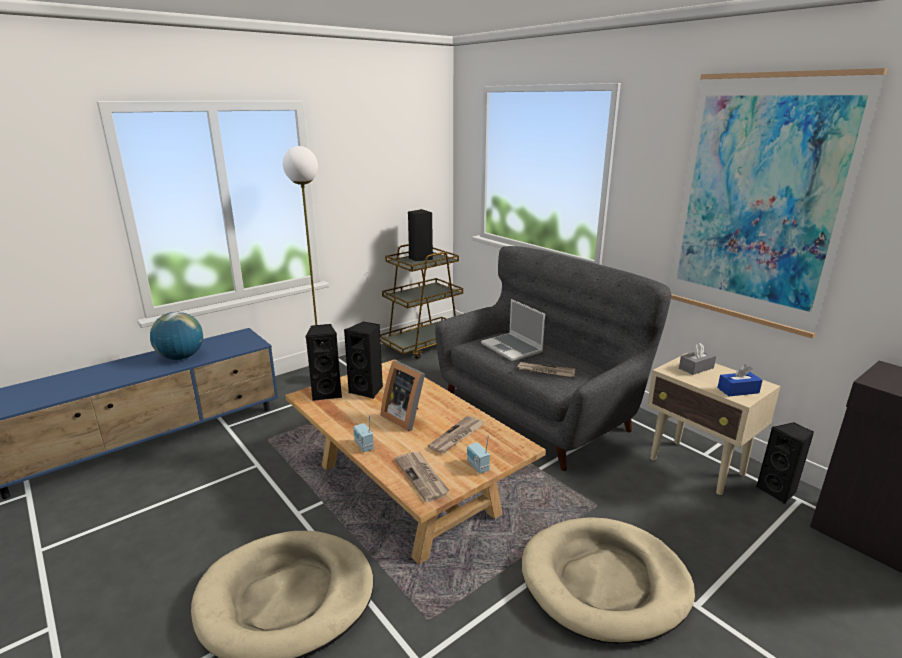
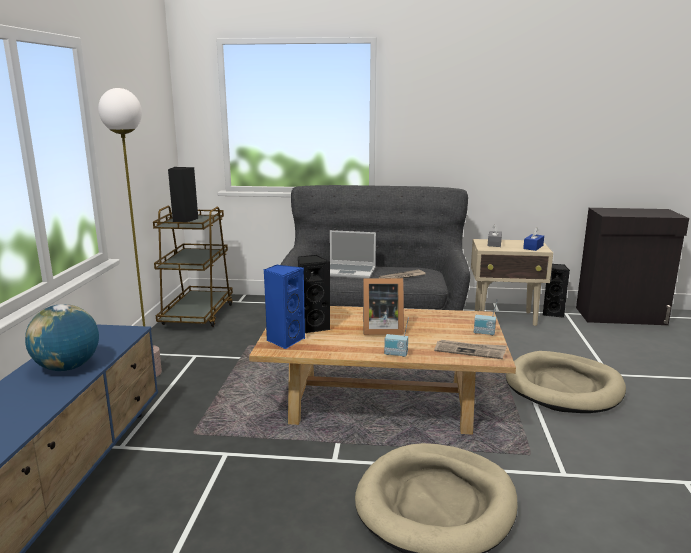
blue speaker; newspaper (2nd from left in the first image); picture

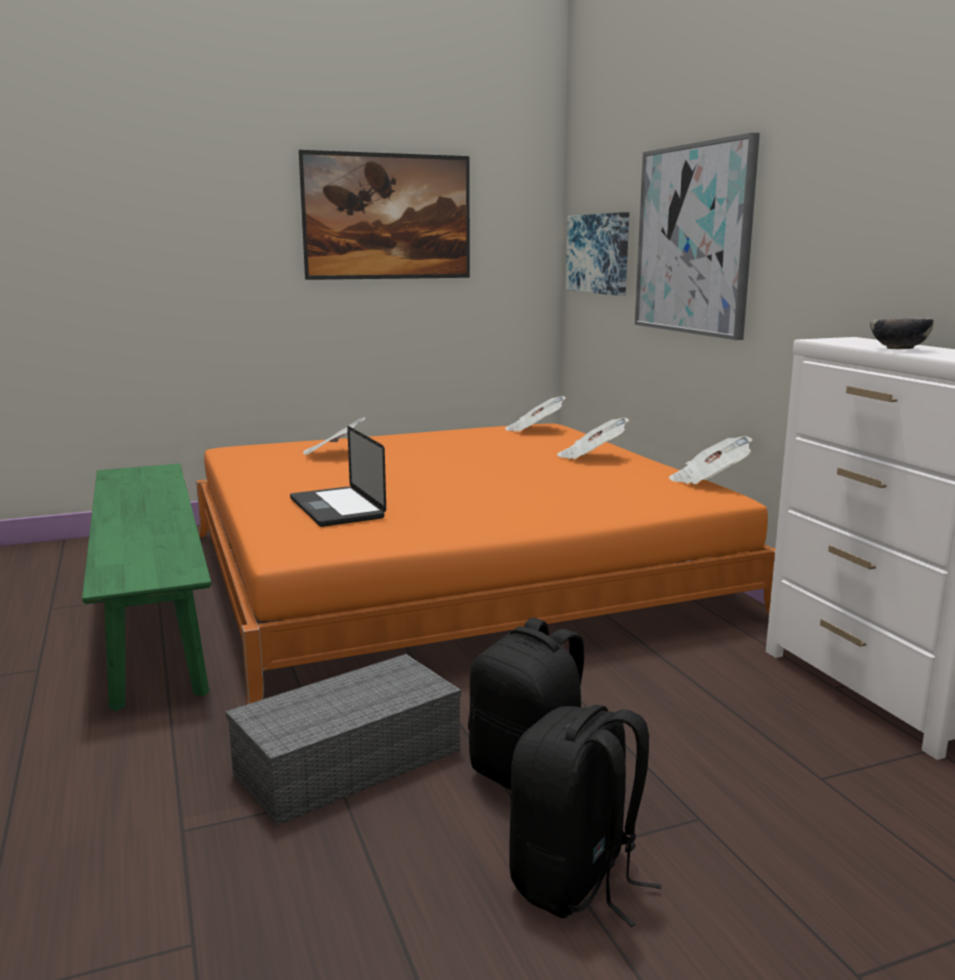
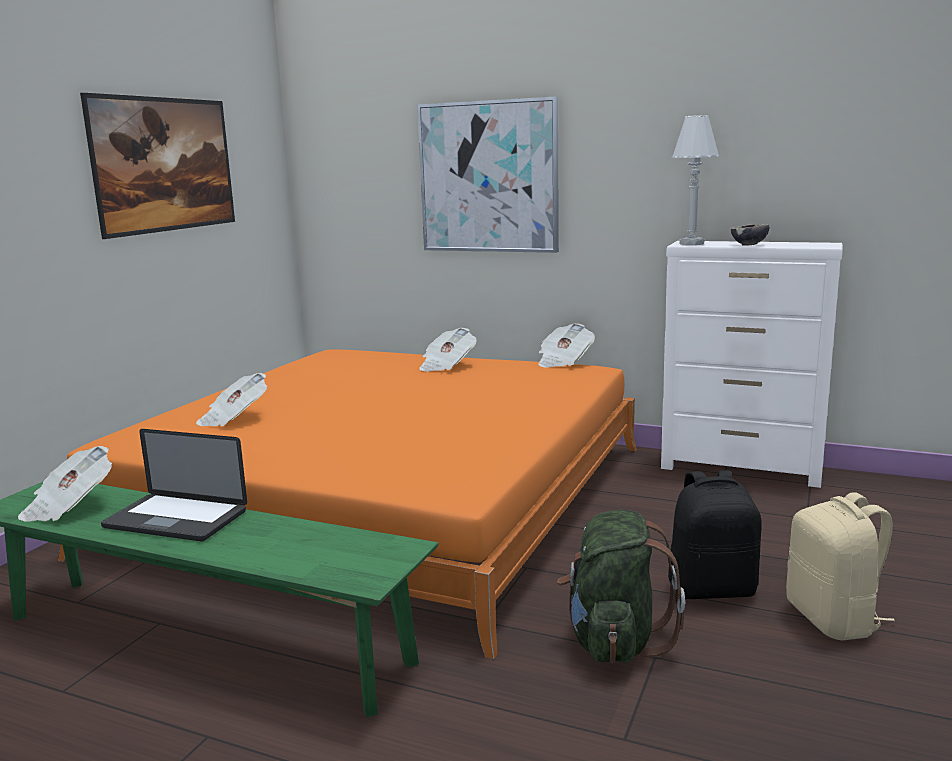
green backpack; laptop; newspaper (1st from left); beige backpack; picture (2nd from left in the first image); white table lamp

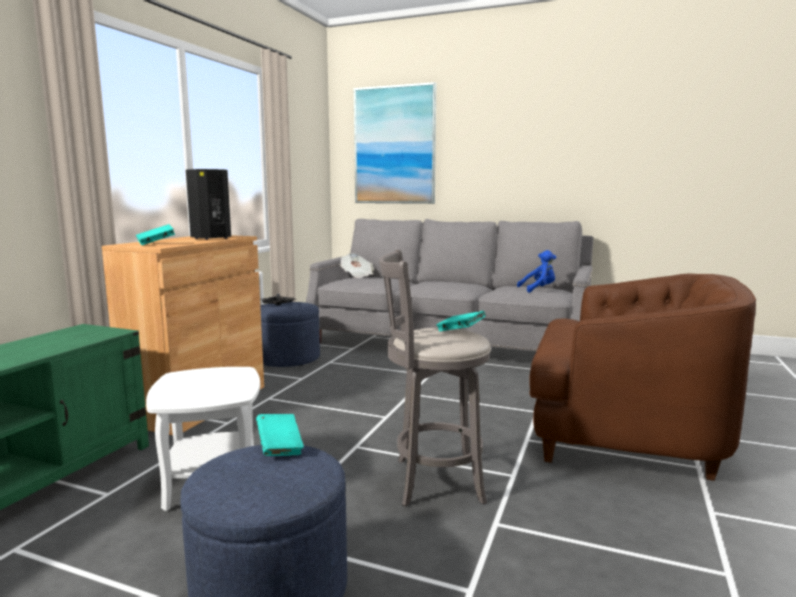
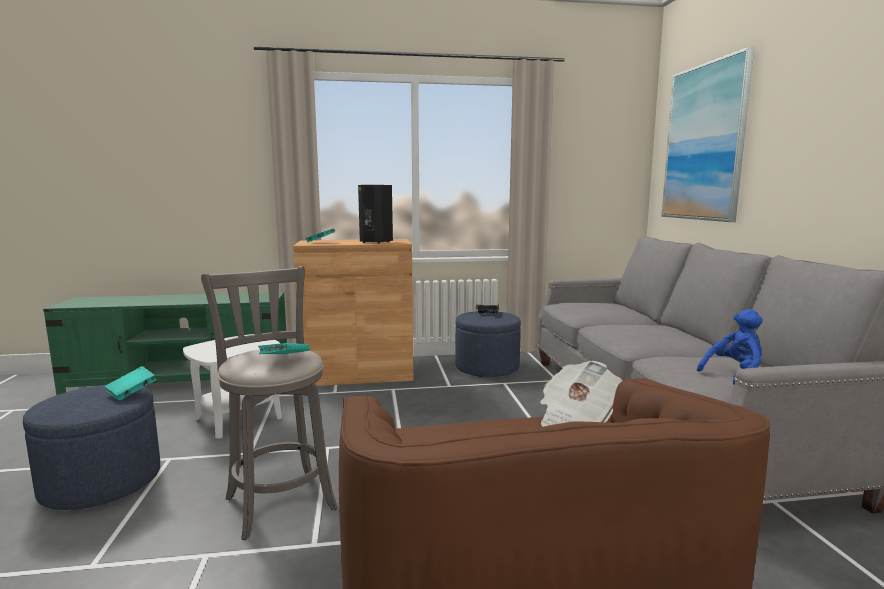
newspaper; blue plush toy

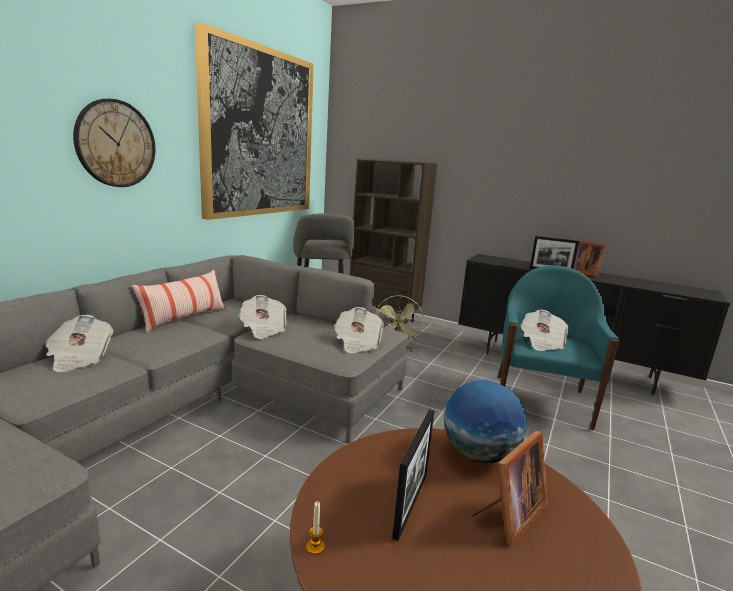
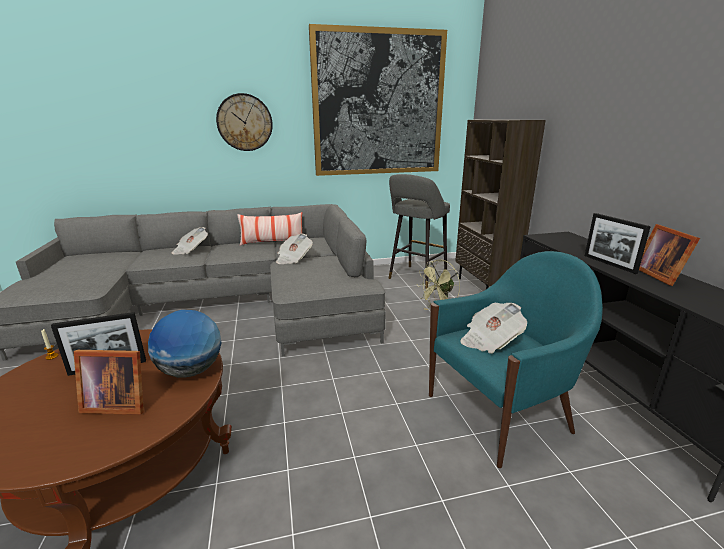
newspaper (3rd from left in the first image)

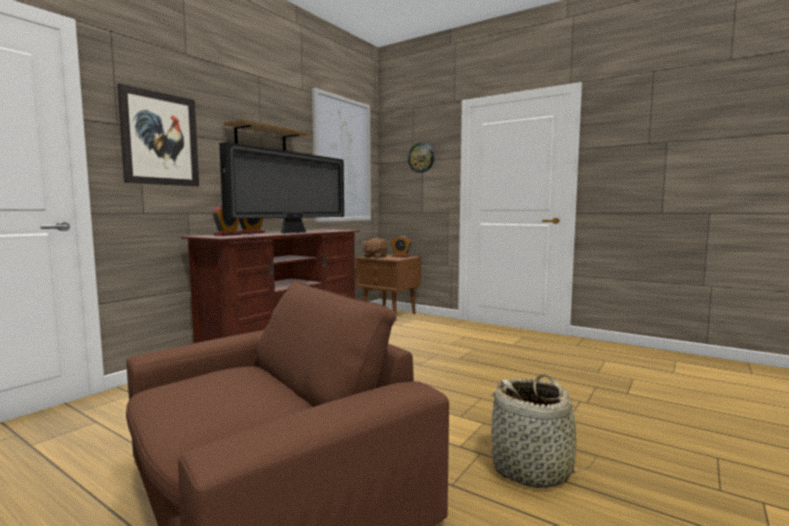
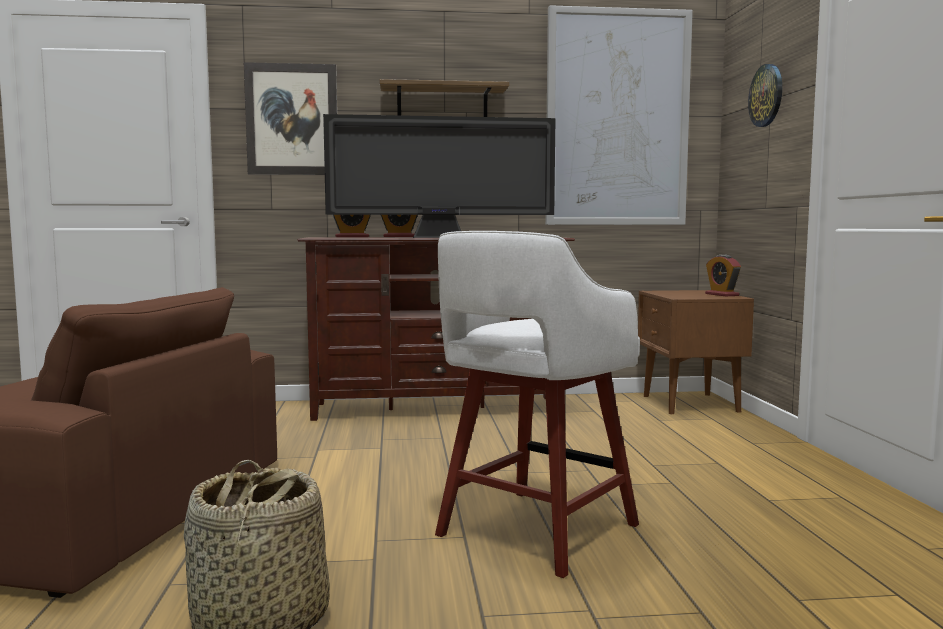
brown plush toy; white stool

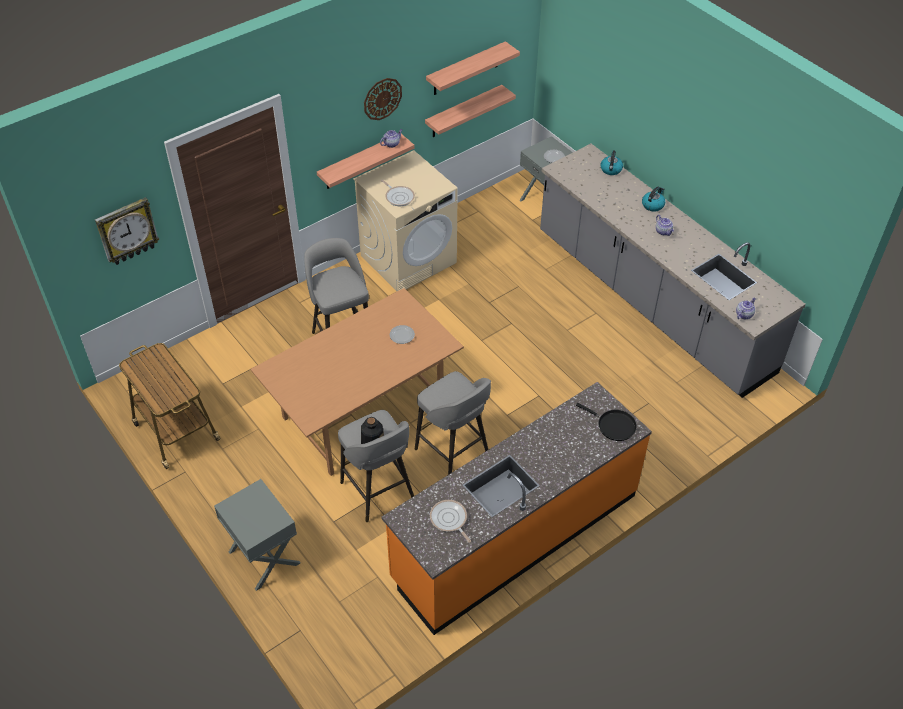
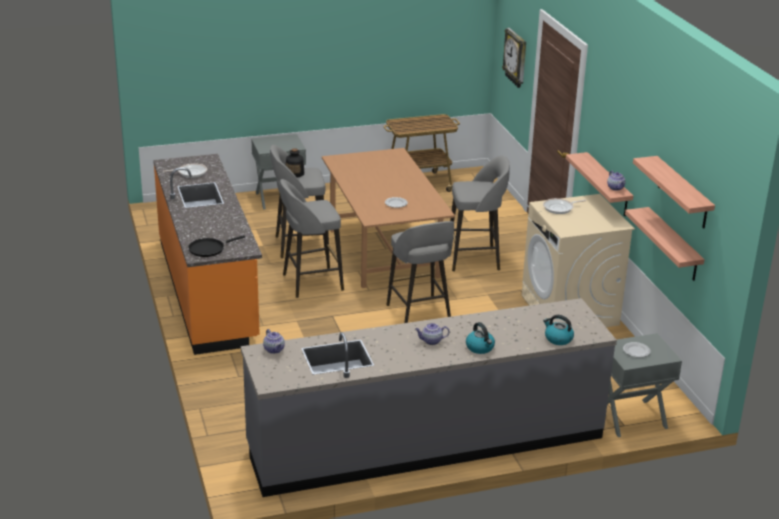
wall clock (2nd from left in the first image); grey stool (3rd from left)

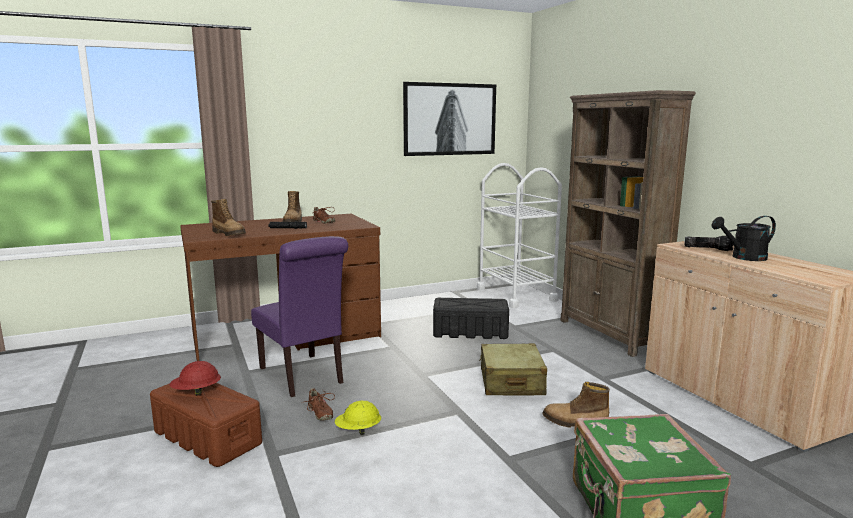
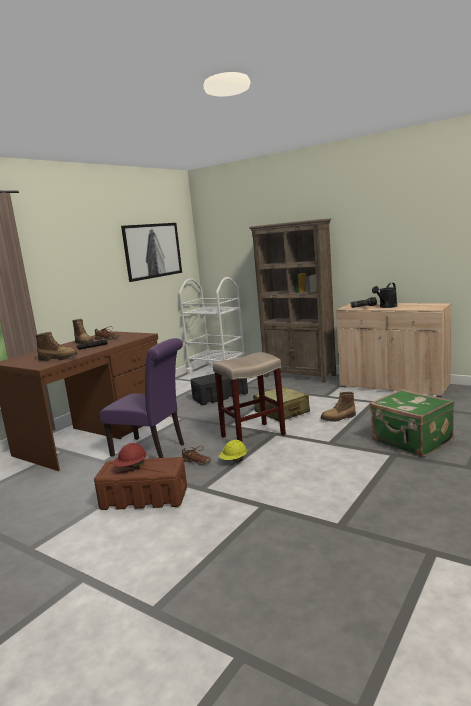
beige stool

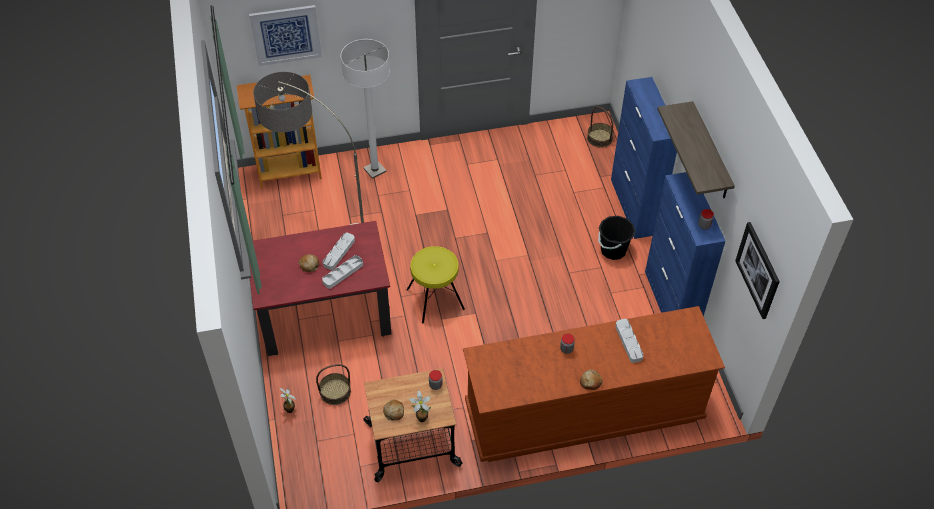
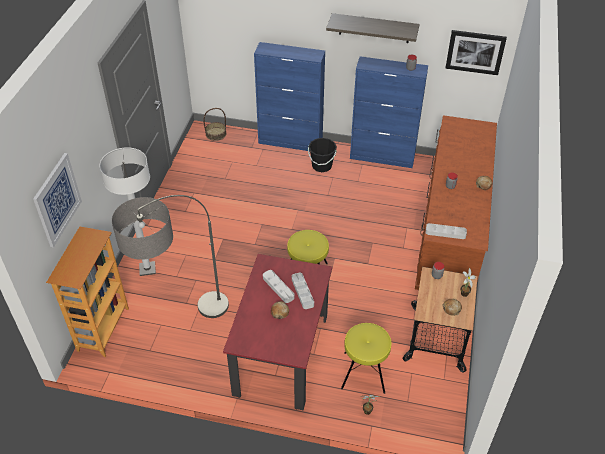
yellow stool (2nd from left); grey tray (3rd from left)

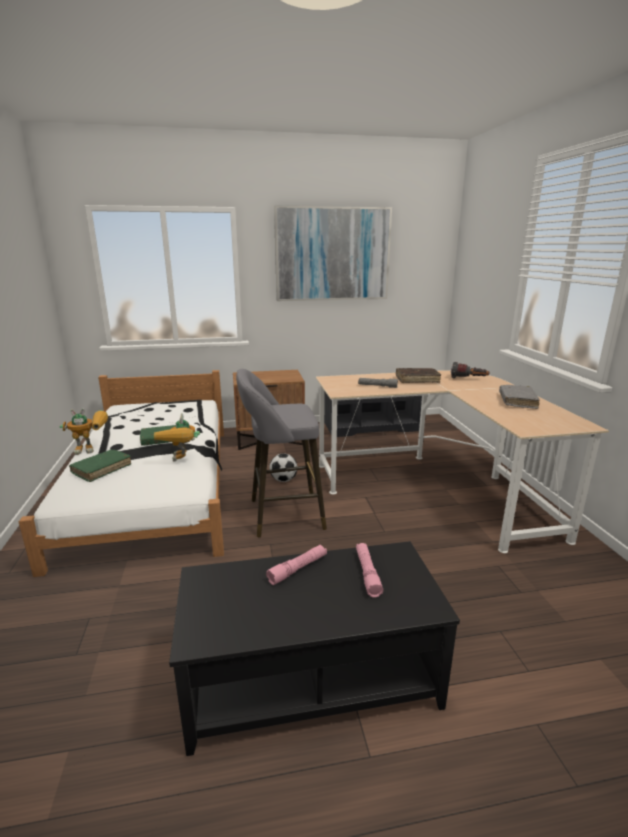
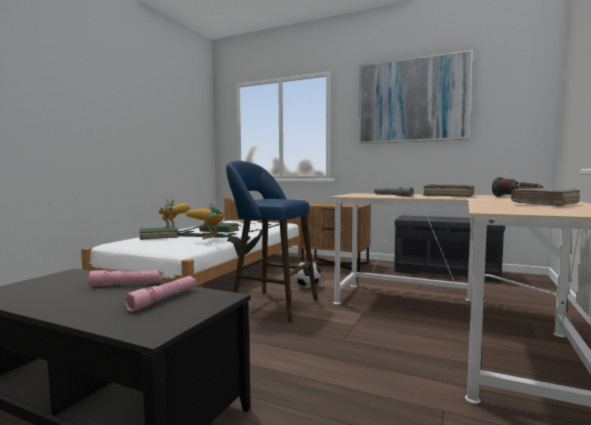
blue stool

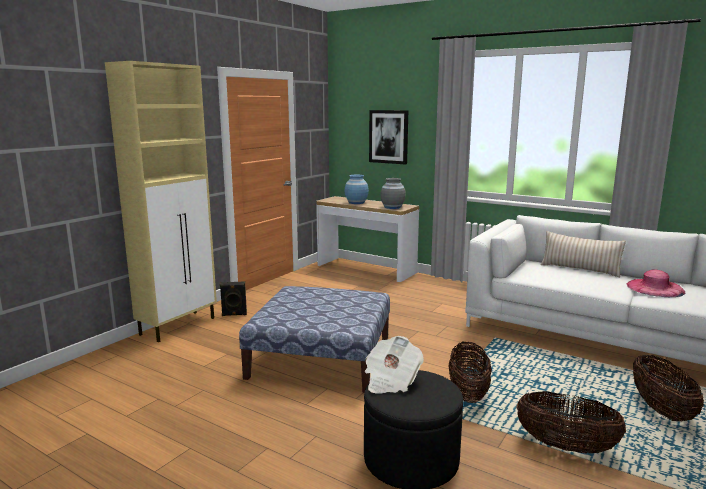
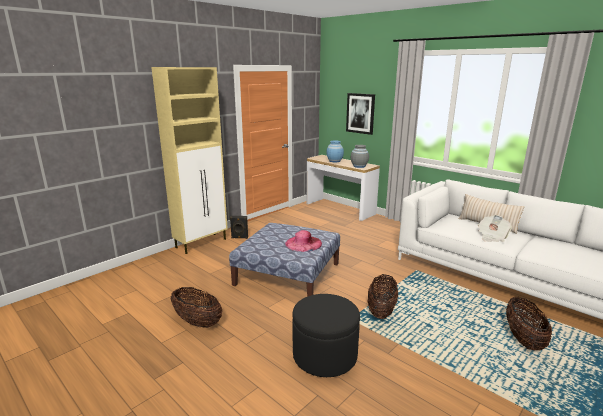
newspaper; basket (1st from left); pink hat

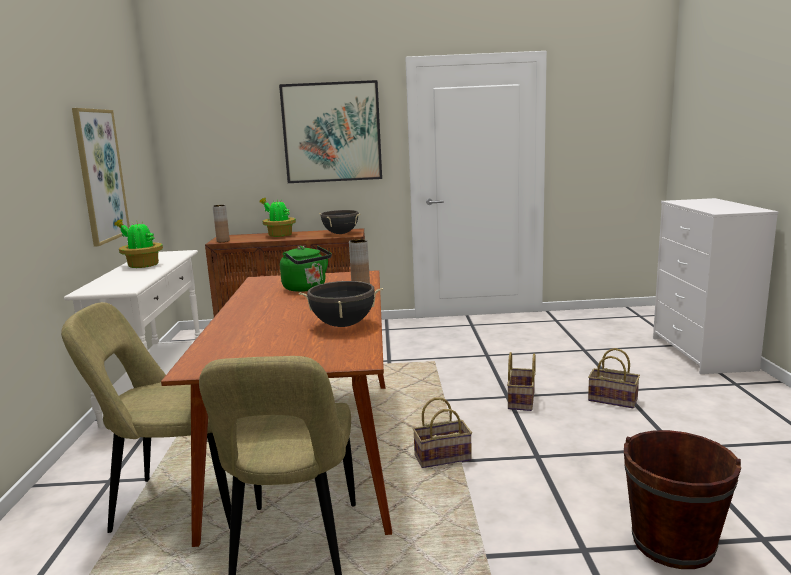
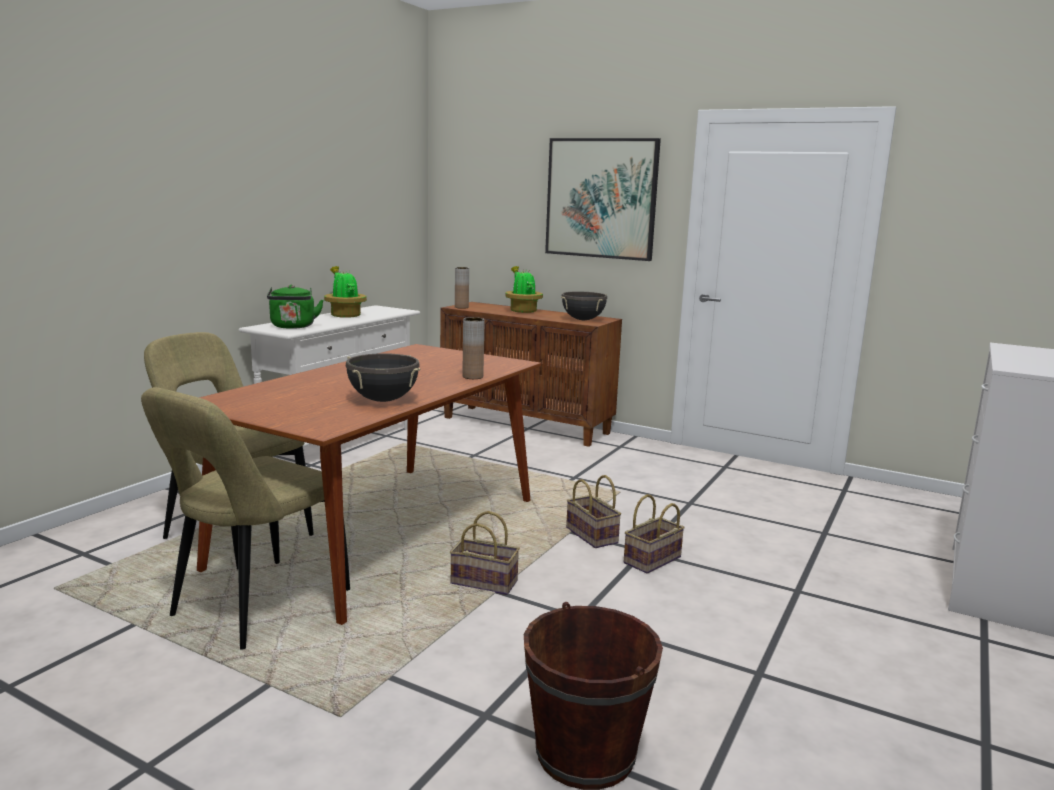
picture (1st from left in the first image); green kettle; basket (2nd from left)

